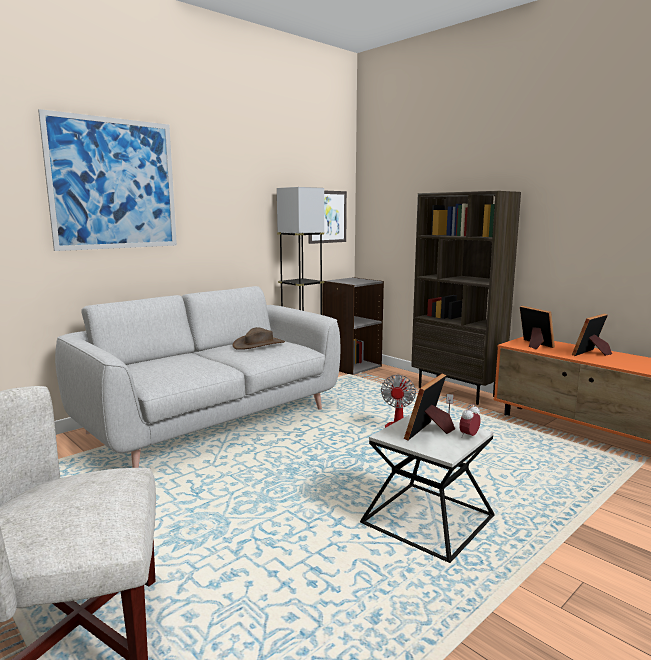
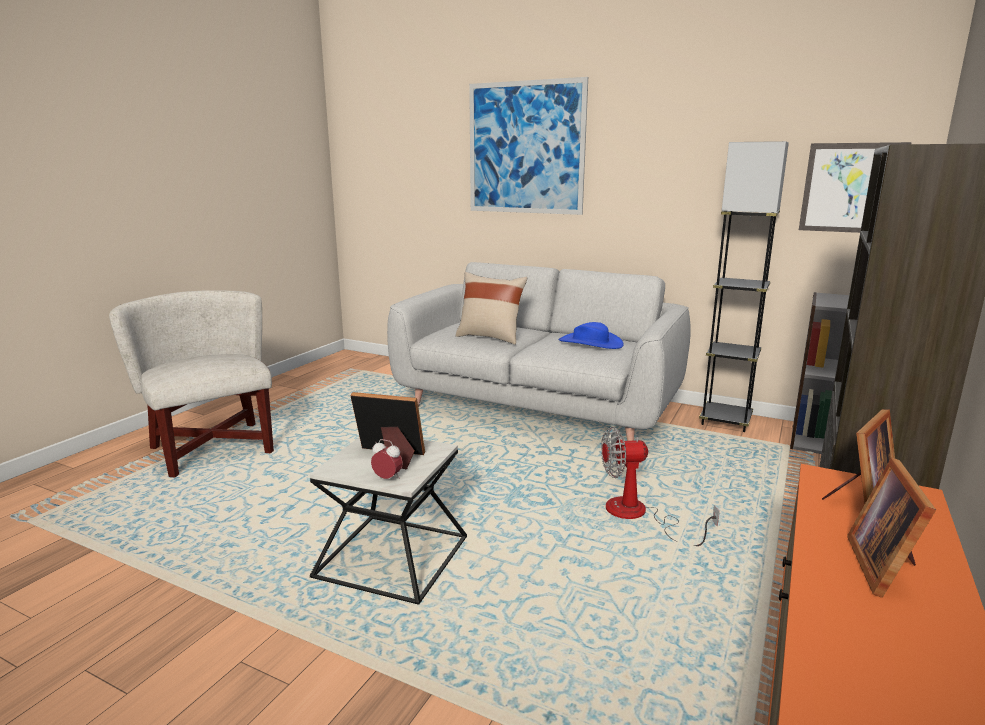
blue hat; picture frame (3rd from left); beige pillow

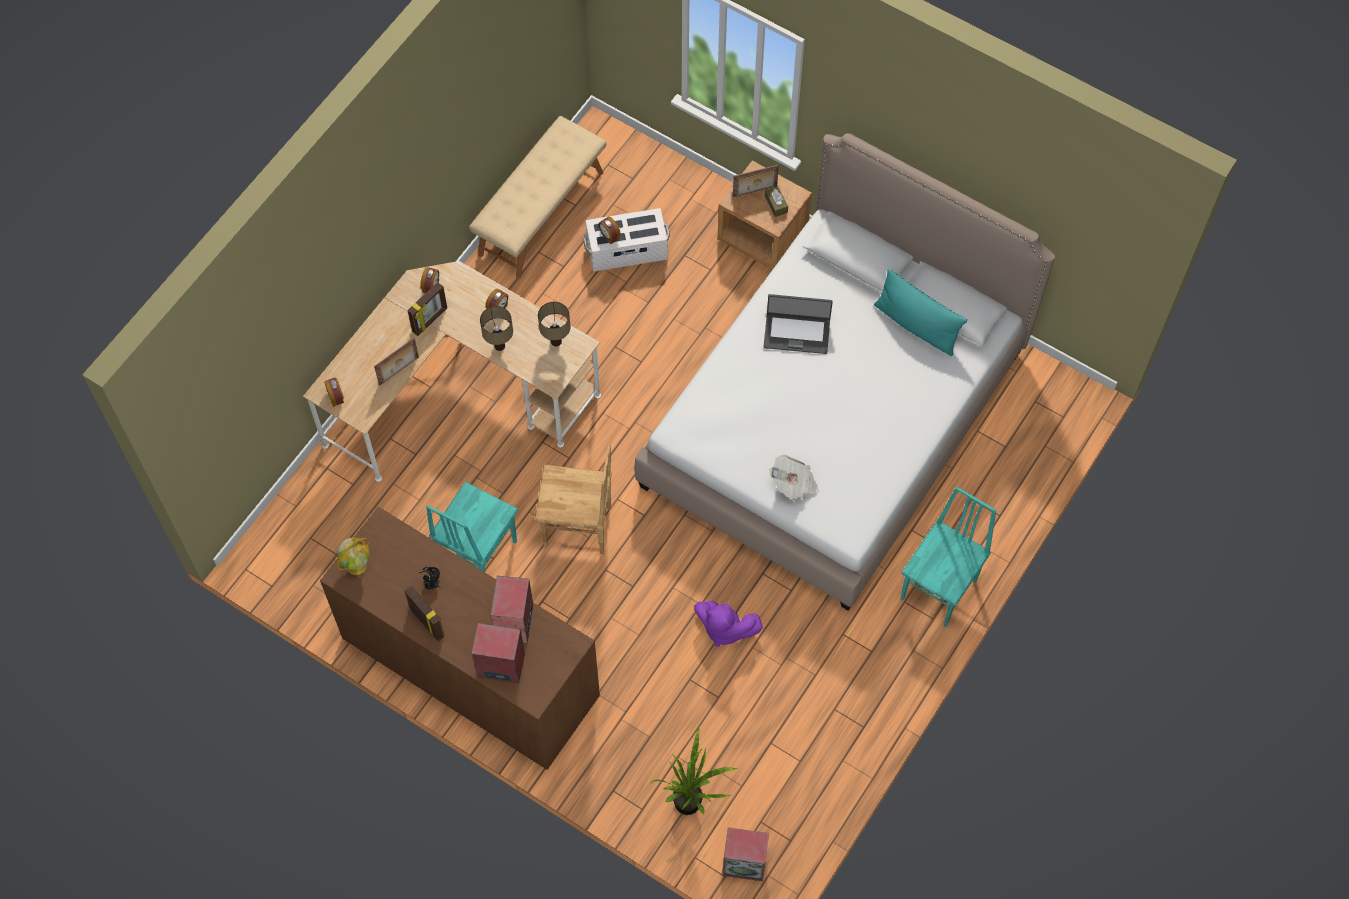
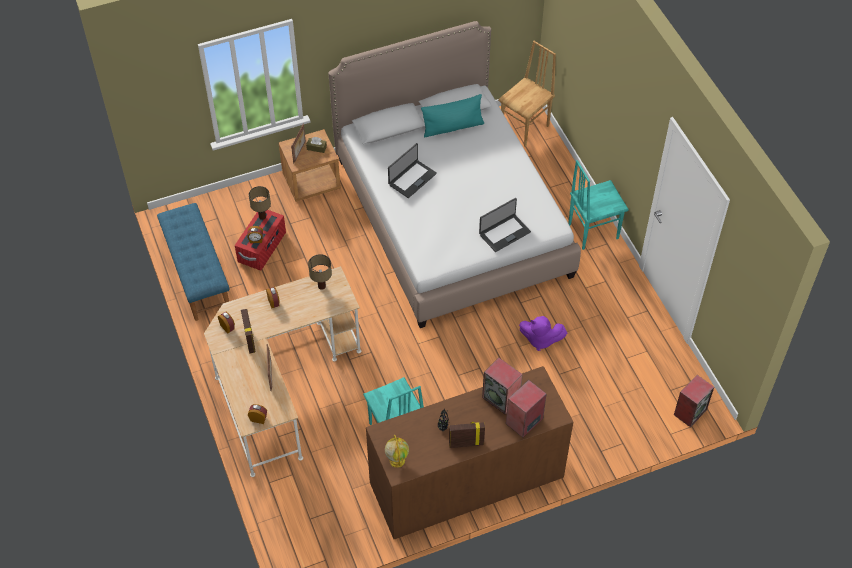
blue bench; table lamp (1st from left); brown chair; red storage box; potted plant (2nd from left in the first image); purple plush toy; laptop (2nd from left); turquoise chair (2nd from left)

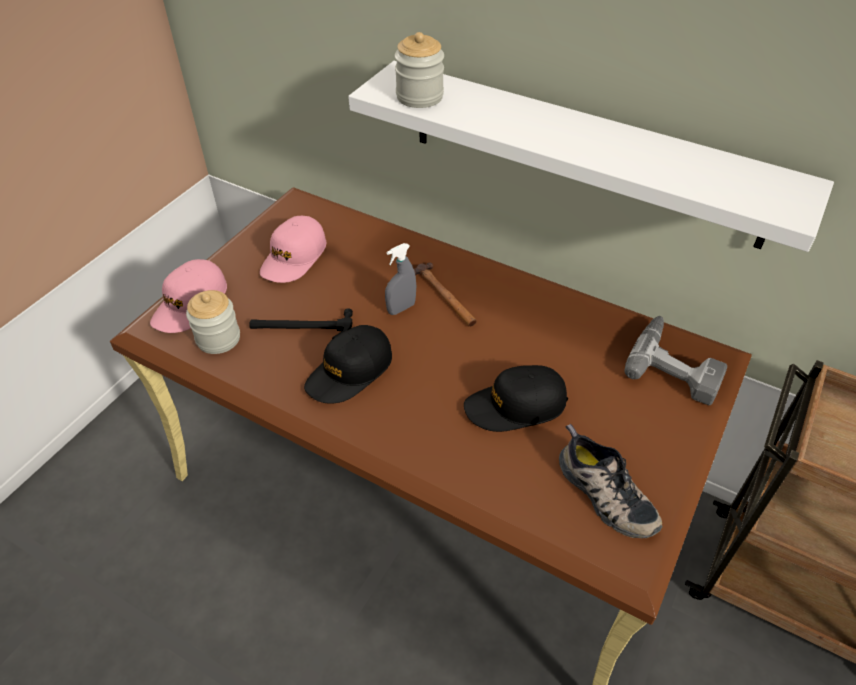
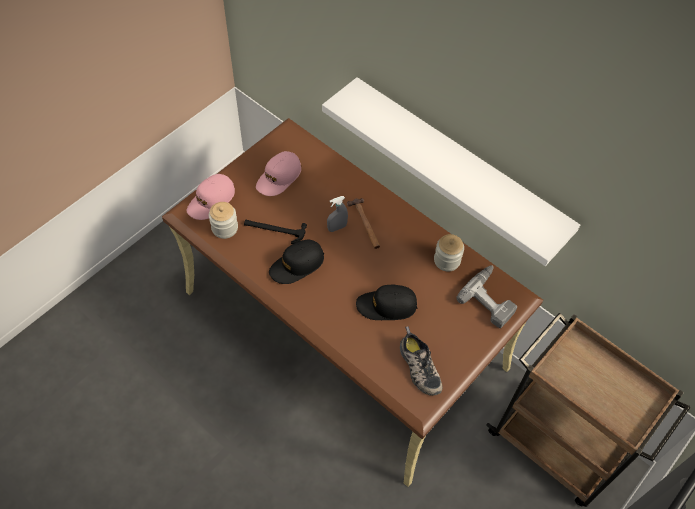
jar (2nd from left)

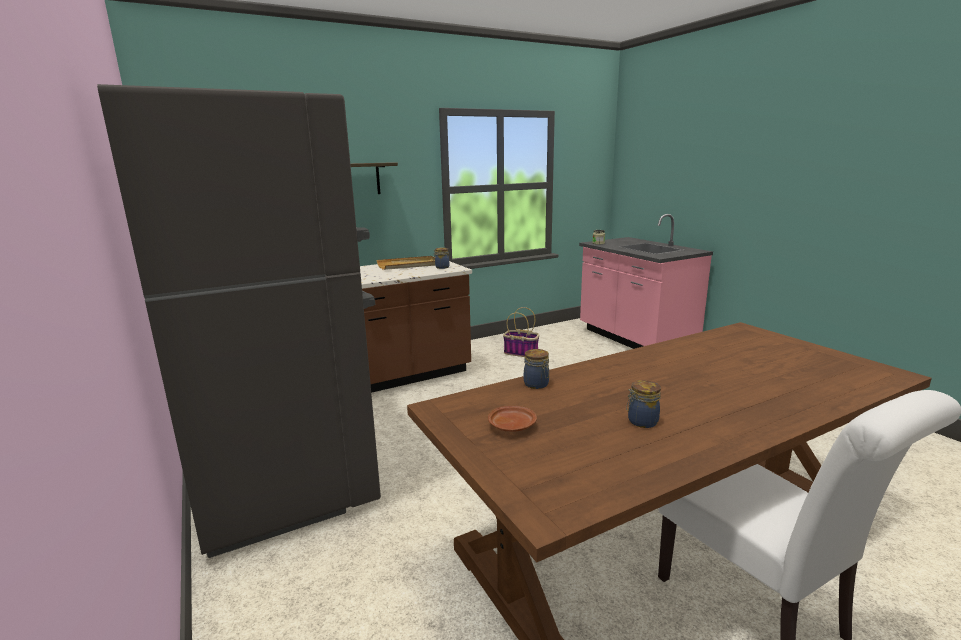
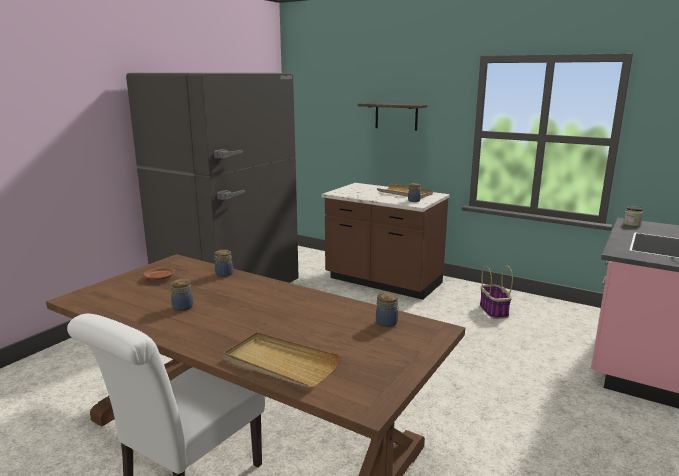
beige tray (1st from left); jar (3rd from left)

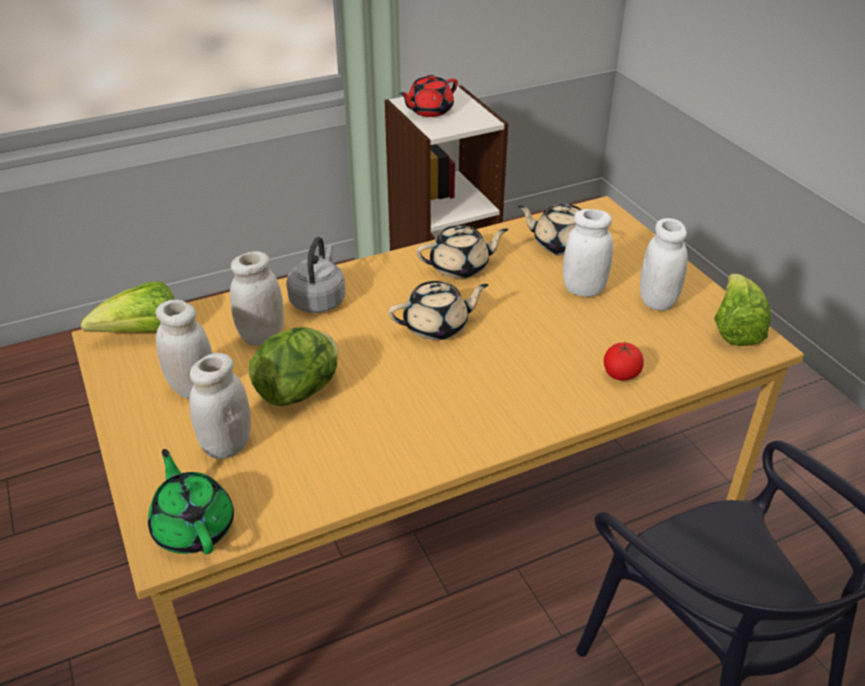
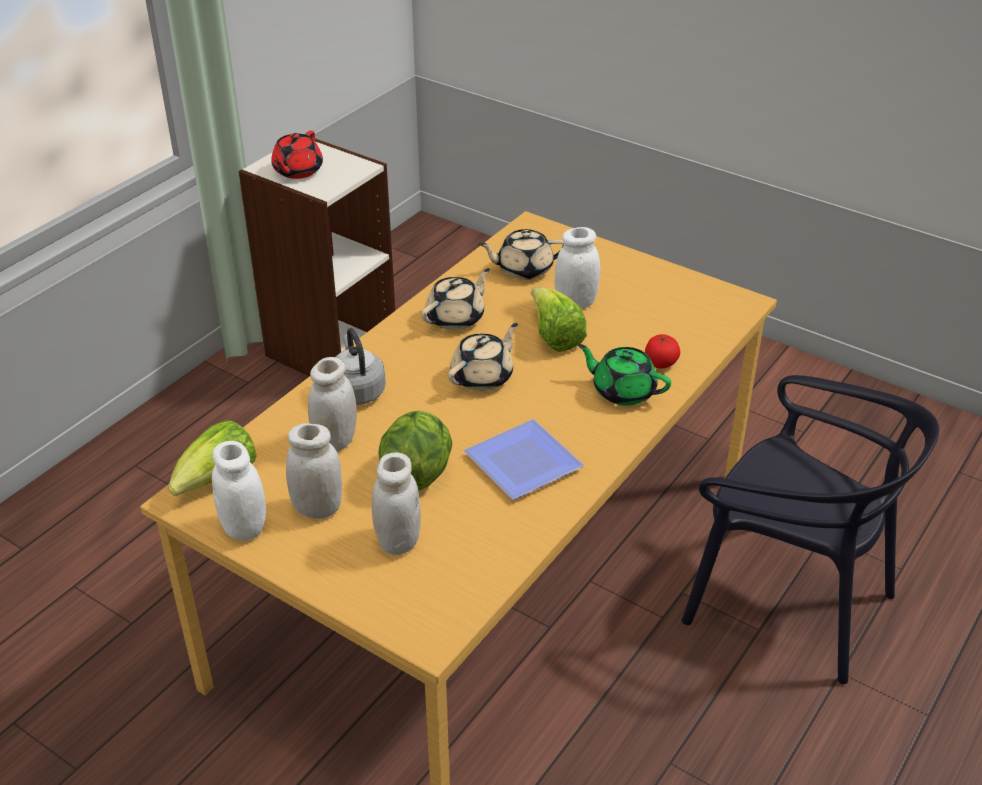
green teapot; white jar (1st from left); lettuce (3rd from left); plate

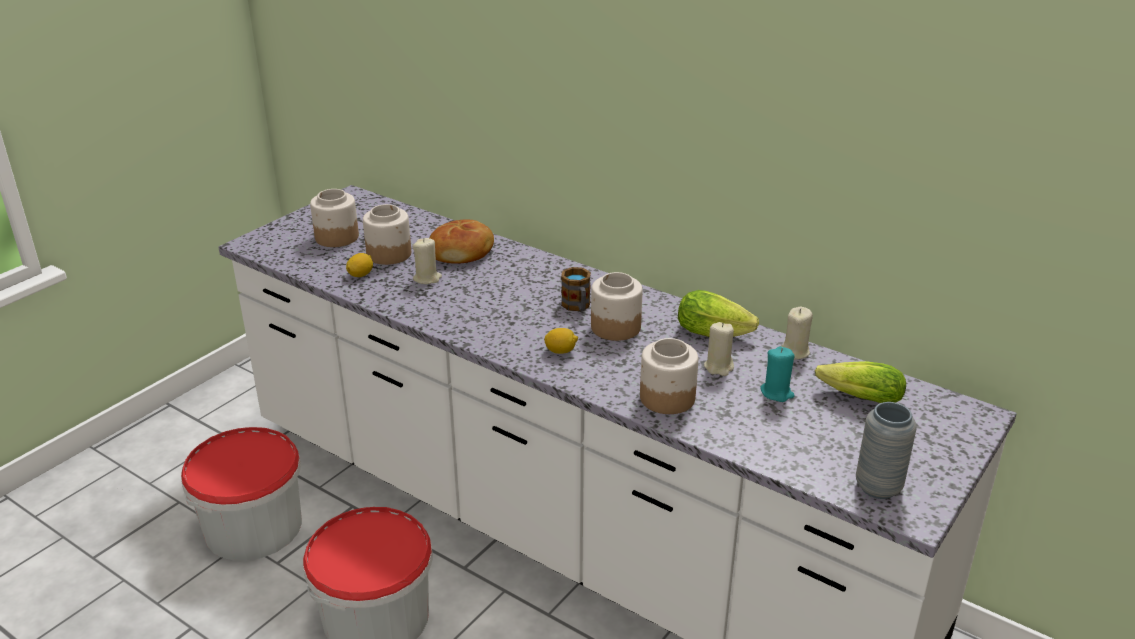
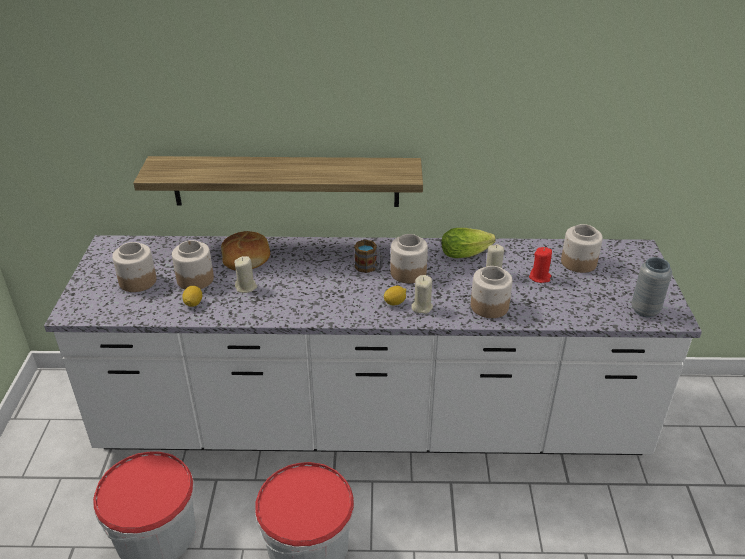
red candle; beige candle (2nd from left); jar (5th from left); shelf

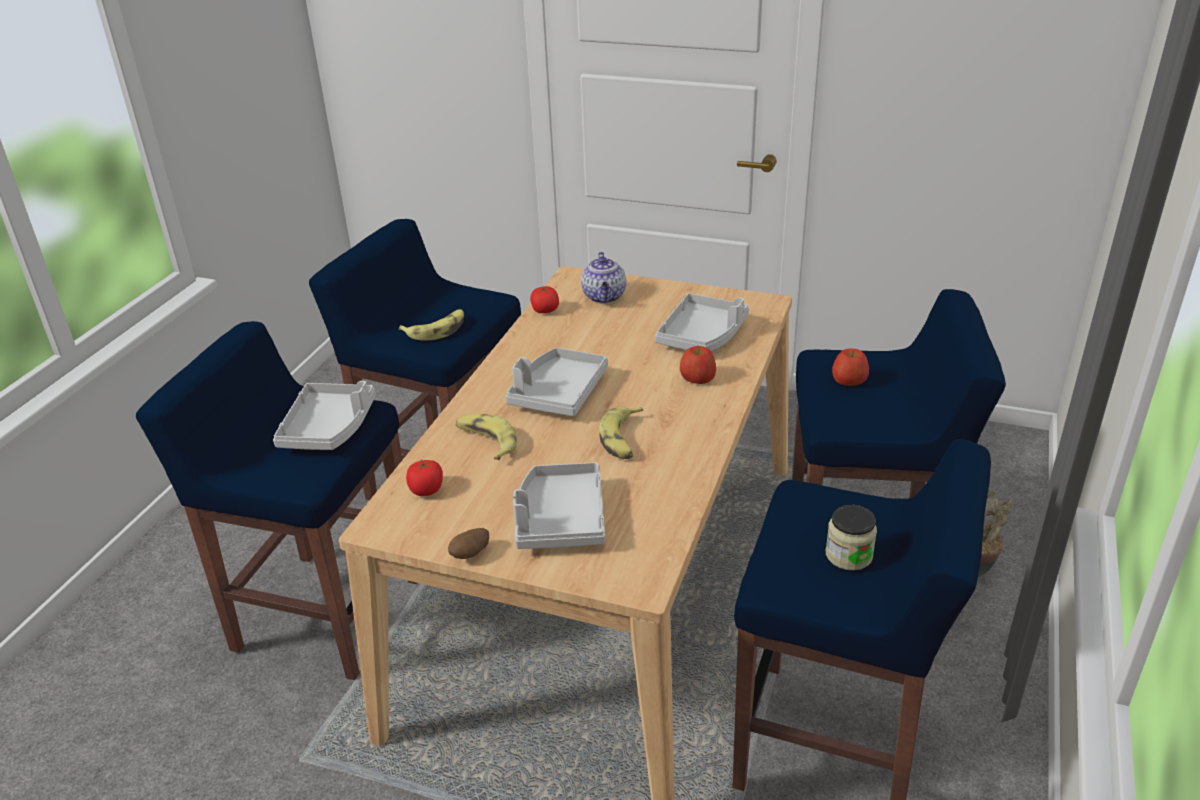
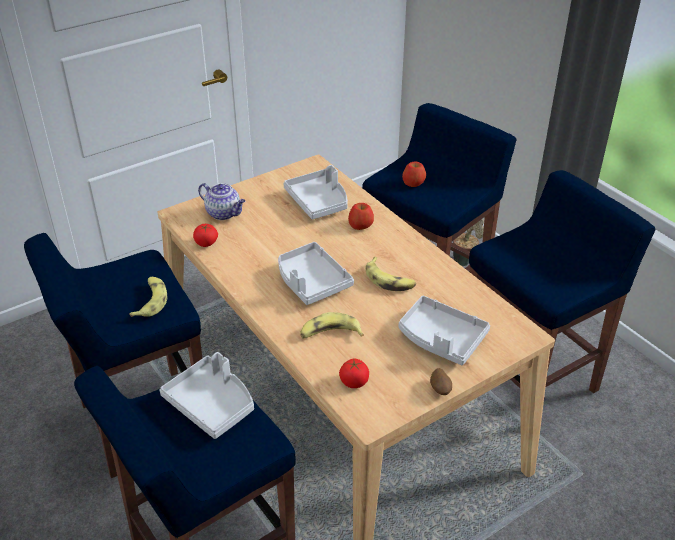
jar

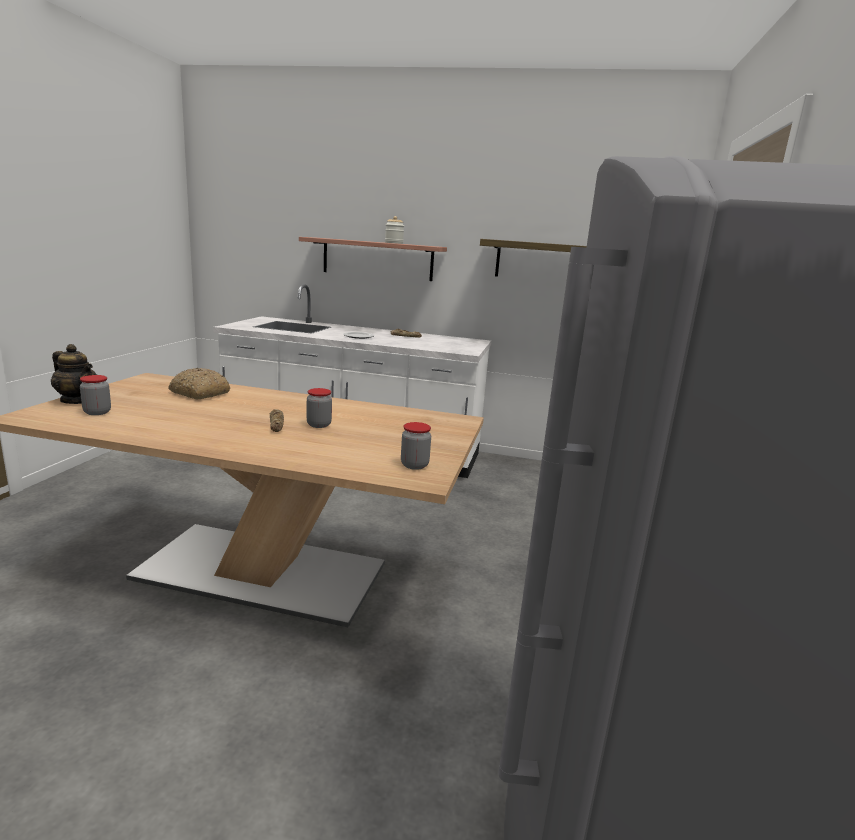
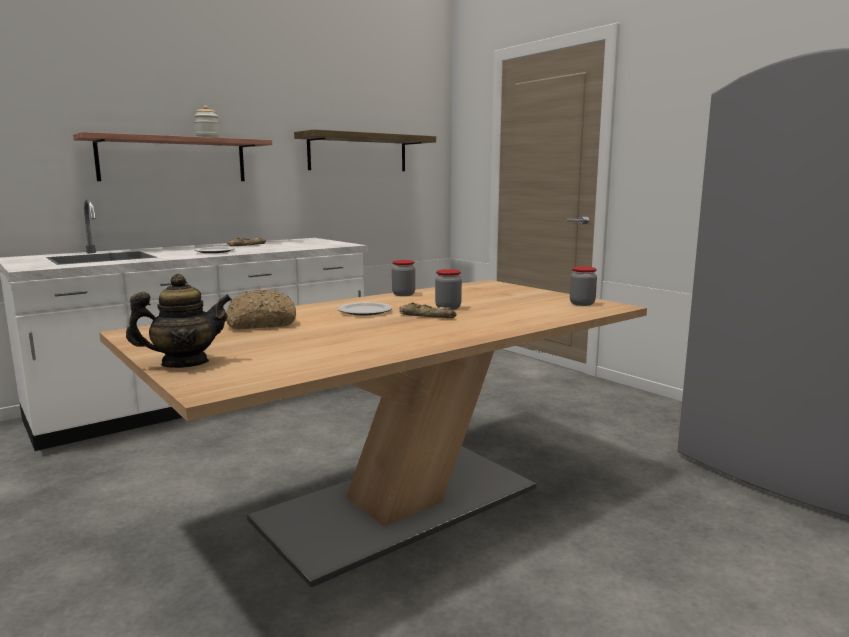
jar (2nd from left); plate (2nd from left)

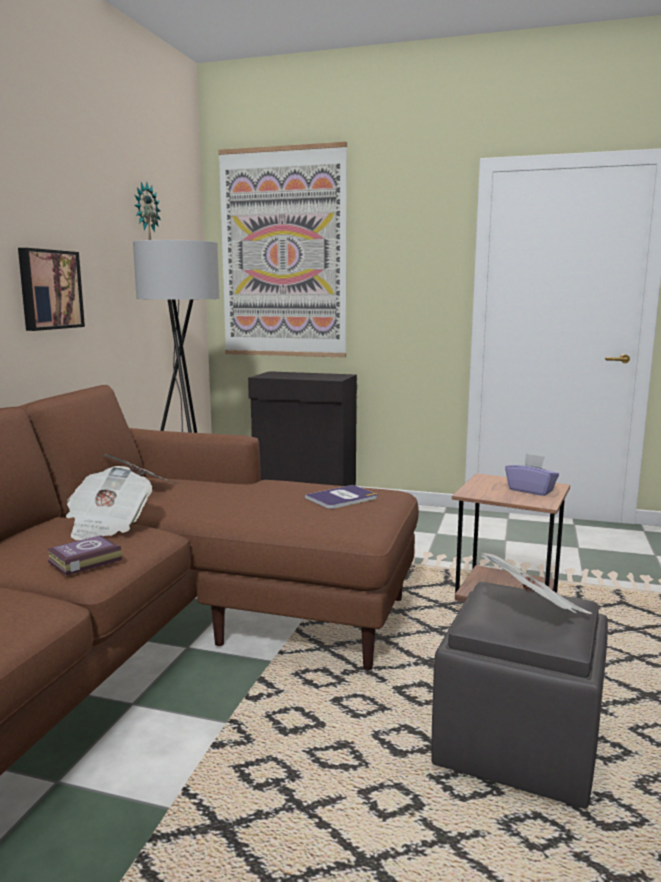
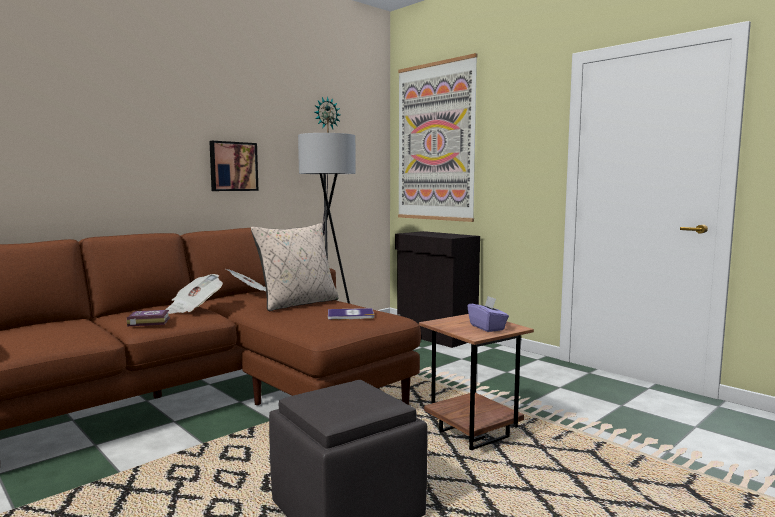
newspaper (3rd from left in the first image); beige pillow

